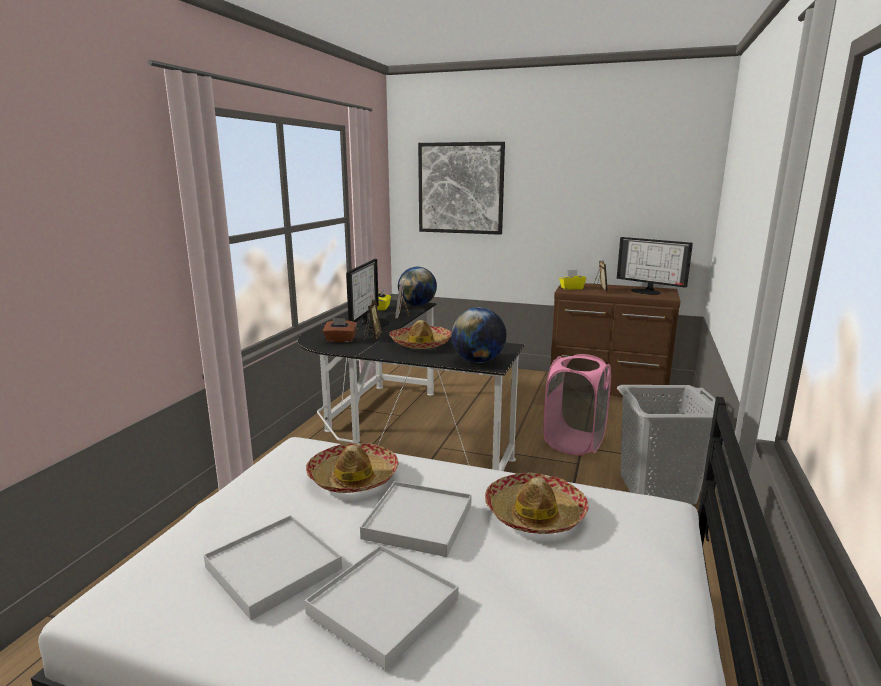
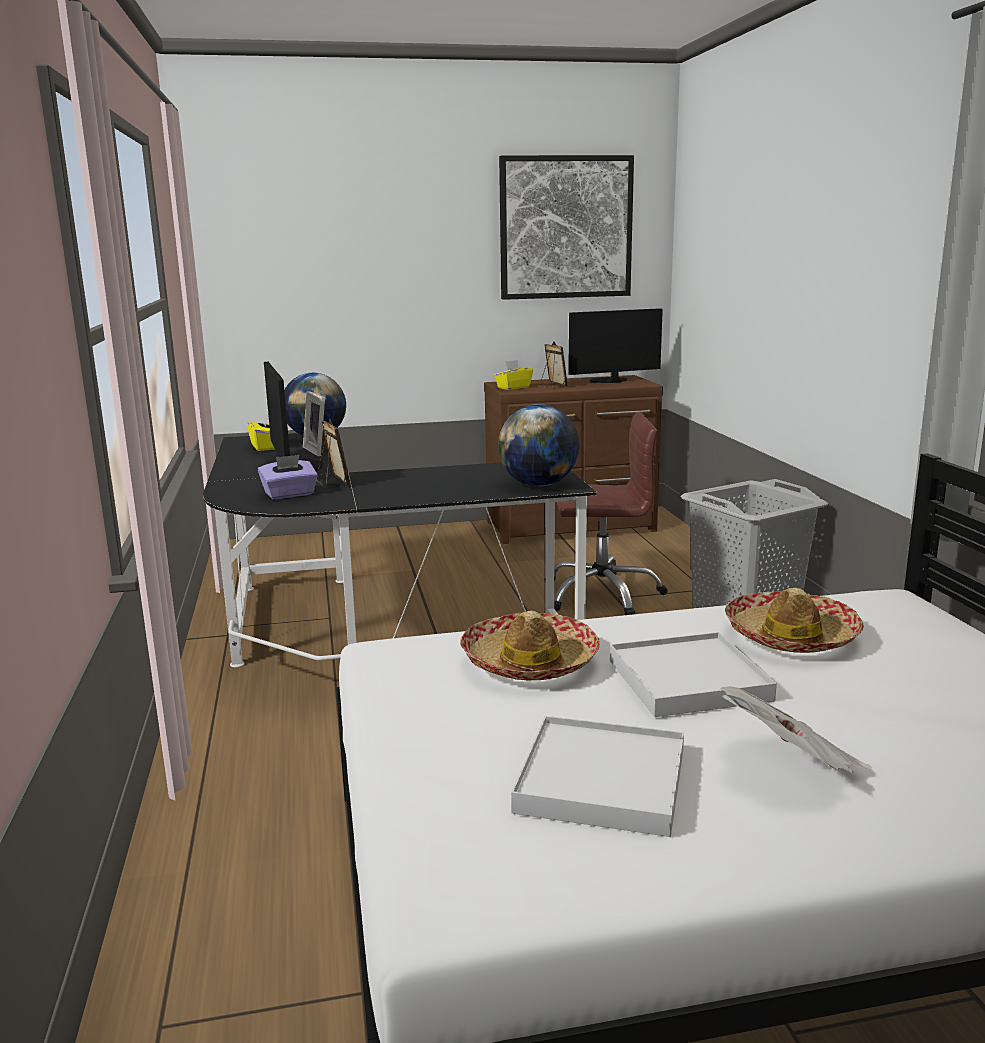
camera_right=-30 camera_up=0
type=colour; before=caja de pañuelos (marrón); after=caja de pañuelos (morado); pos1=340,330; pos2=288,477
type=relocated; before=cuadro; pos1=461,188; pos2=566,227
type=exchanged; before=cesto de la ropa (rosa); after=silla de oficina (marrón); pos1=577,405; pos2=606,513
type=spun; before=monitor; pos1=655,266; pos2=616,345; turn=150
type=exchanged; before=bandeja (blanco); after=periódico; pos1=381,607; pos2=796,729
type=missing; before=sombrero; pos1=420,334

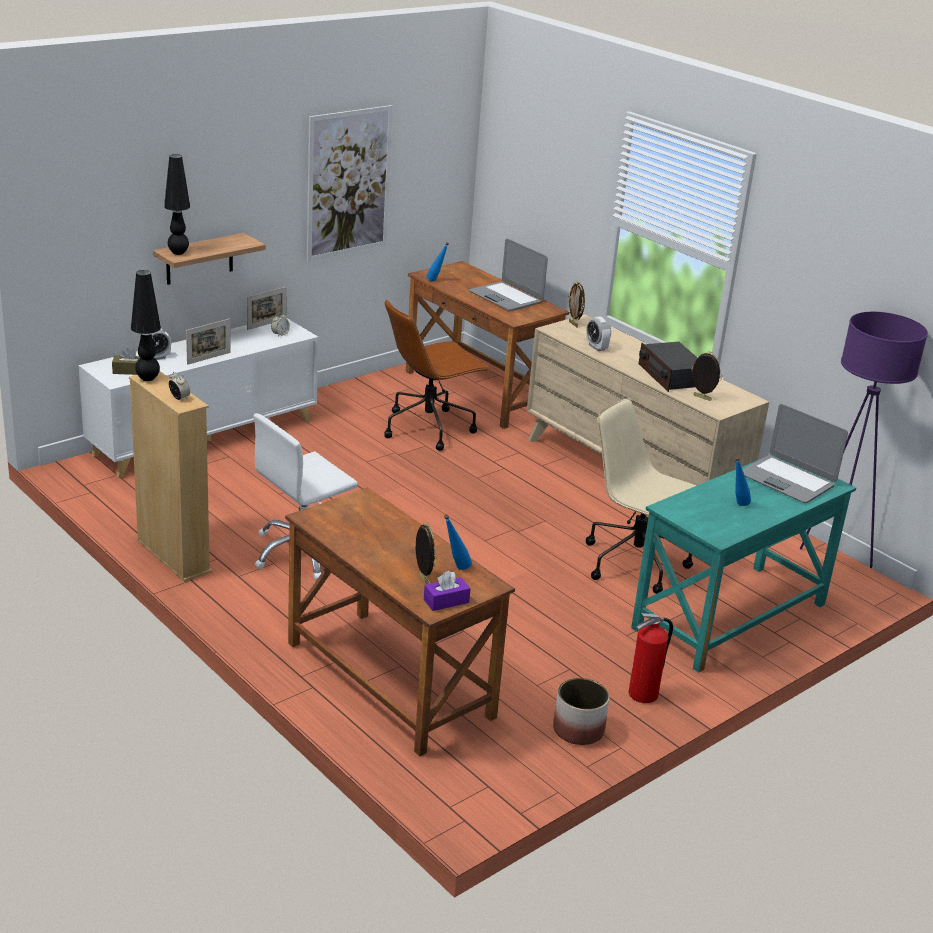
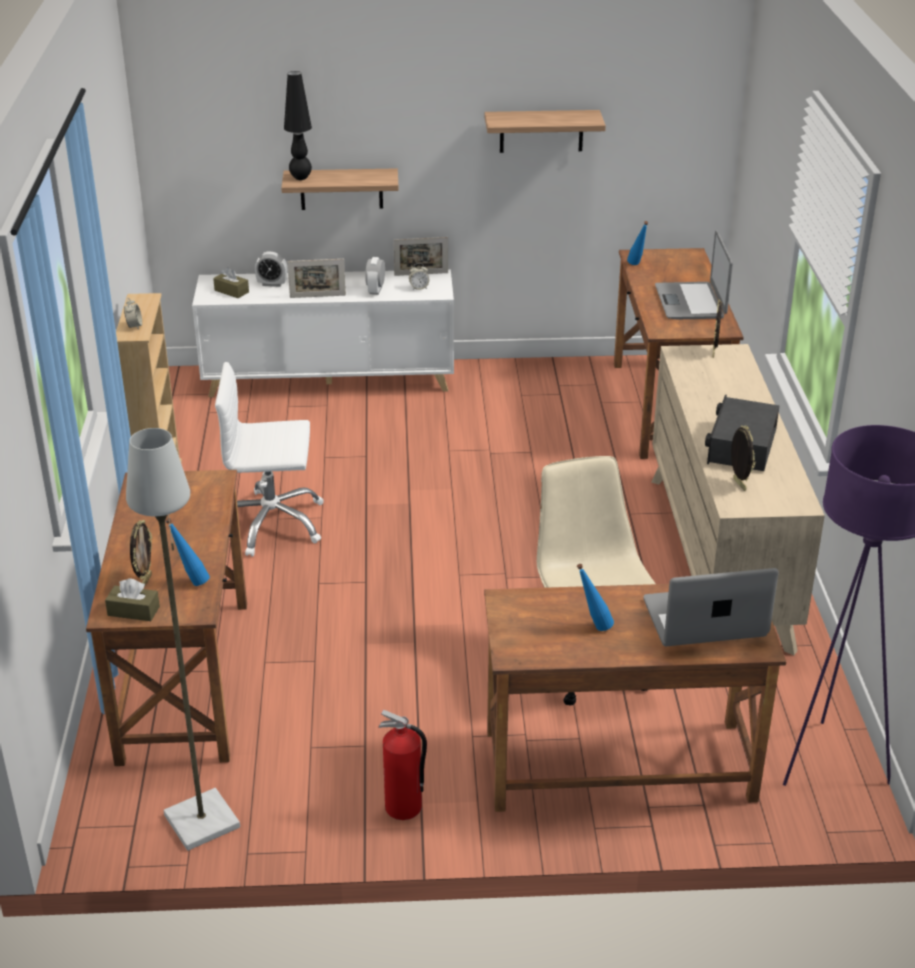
camera_right=40 camera_up=5
type=colour; before=caja de pañuelos (morado); after=caja de pañuelos (marrón); pos1=447,591; pos2=132,599
type=appeared; after=lámpara de pie (gris); pos2=183,639
type=relocated; before=despertador; pos1=598,334; pos2=375,276
type=exchanged; before=cuadro; after=estante; pos1=350,183; pos2=545,131
type=colour; before=escritorio (turquesa); after=escritorio (marrón); pos1=743,563; pos2=635,698
type=spun; before=portátil; pos1=795,453; pos2=711,607; turn=90
type=missing; before=lámpara de mesa (negro); pos1=146,325
type=missing; before=silla de oficina (marrón); pos1=437,375
type=missing; before=maceta; pos1=581,711

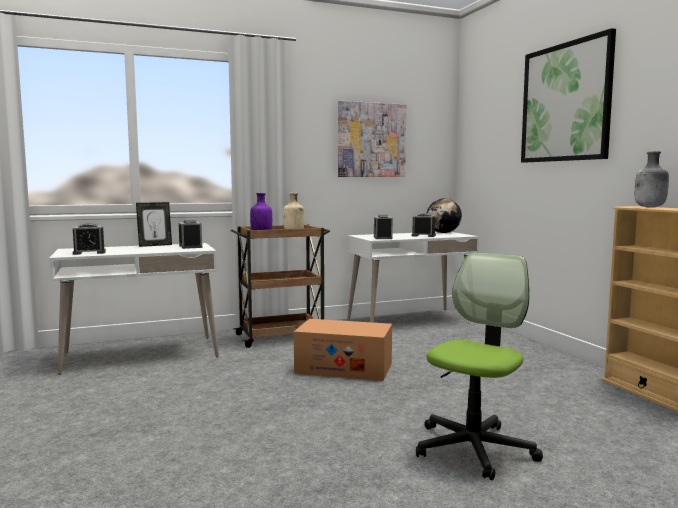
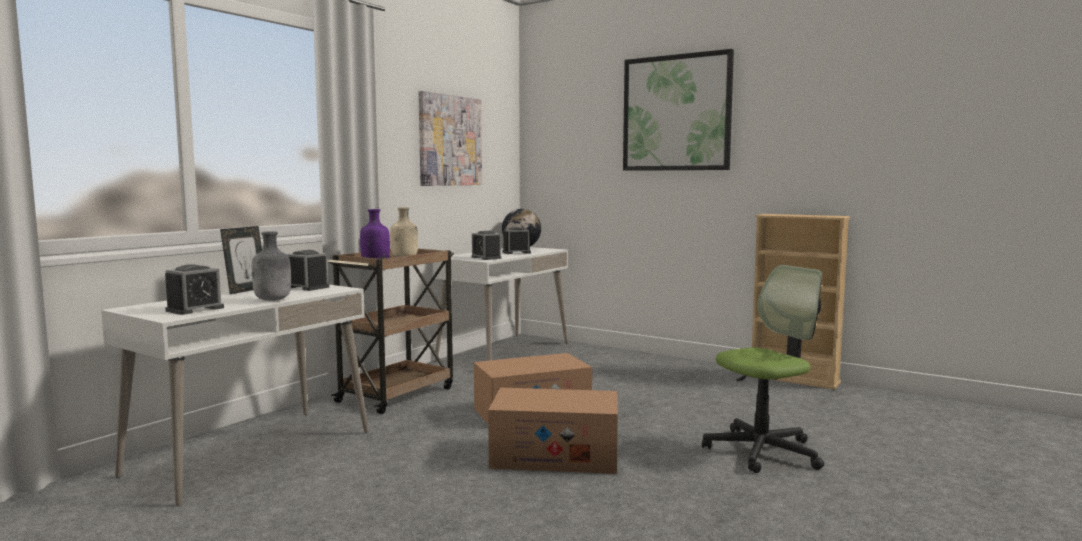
camera_right=-35 camera_up=0
type=relocated; before=botella (gris); pos1=652,179; pos2=271,266
type=appeared; after=caja de cartón; pos2=553,430
type=spun; before=silla de oficina; pos1=479,366; pos2=763,369; turn=60

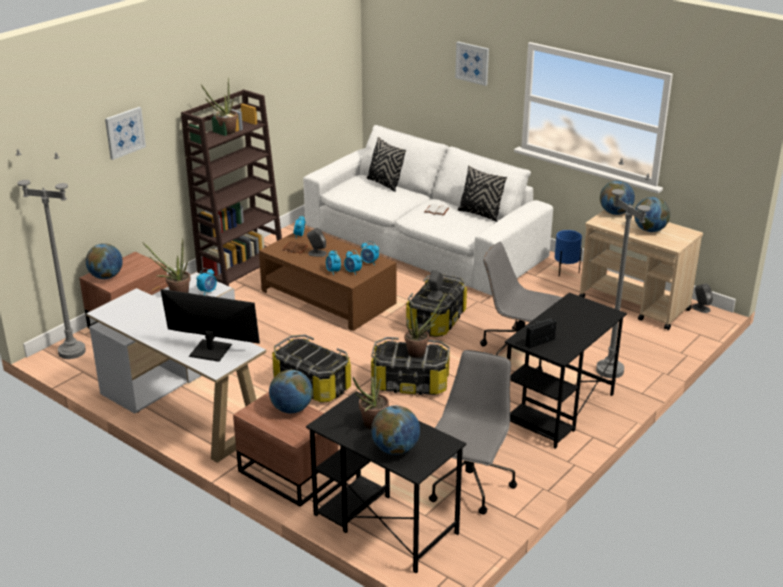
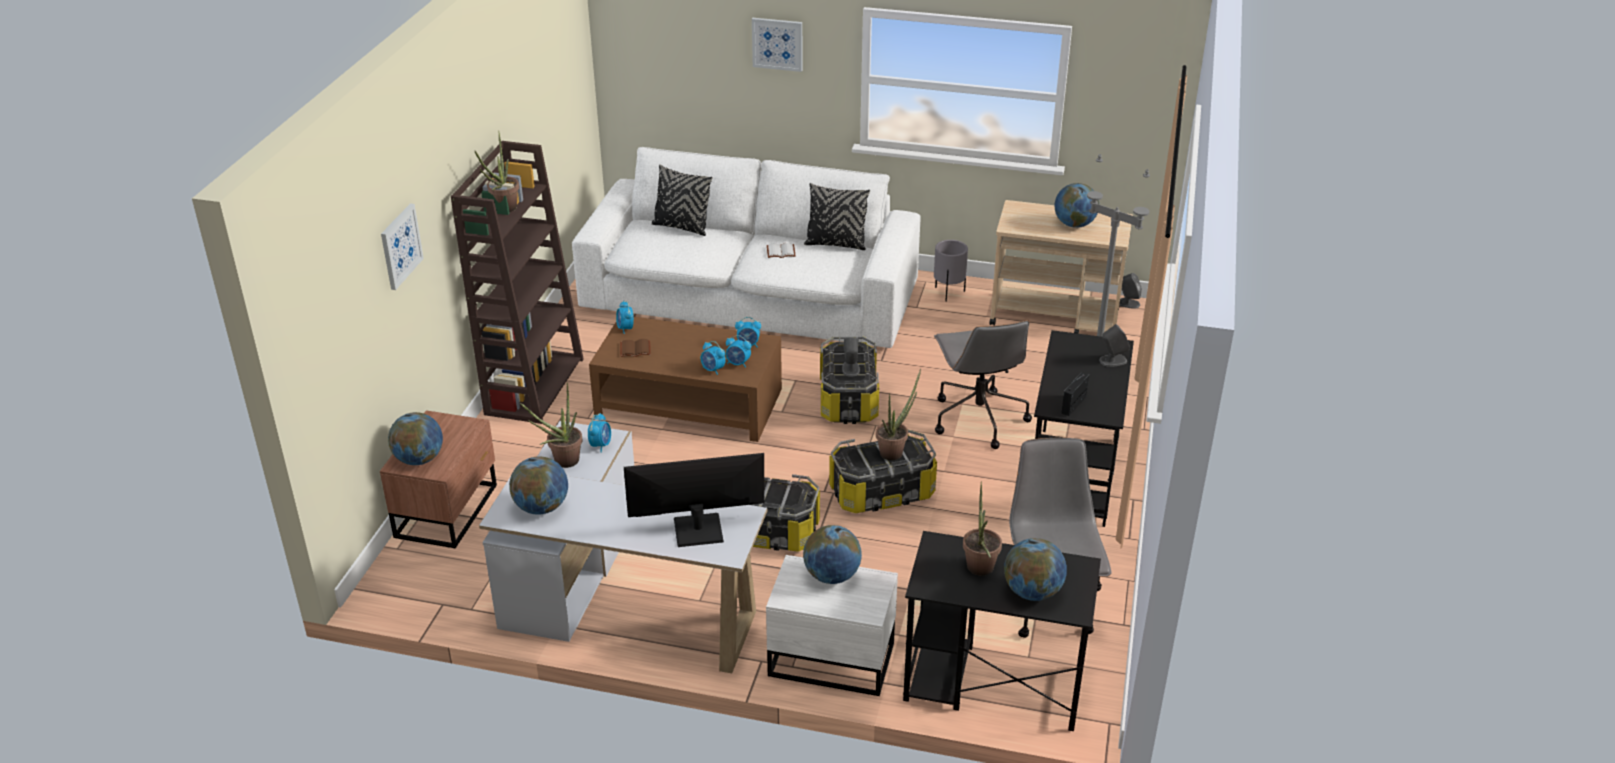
camera_right=-25 camera_up=5
type=relocated; before=globo terráqueo; pos1=617,198; pos2=538,485
type=colour; before=mesita de noche (marrón); after=mesita de noche (blanco); pos1=286,449; pos2=832,625
type=colour; before=maceta (azul); after=maceta (gris); pos1=568,253; pos2=951,271
type=spun; before=silla de oficina (gris); pos1=521,306; pos2=983,384; turn=-105
type=relocated; before=altavoz (gris); pos1=317,242; pos2=1114,345
type=missing; before=lámpara de pie (gris); pos1=51,254

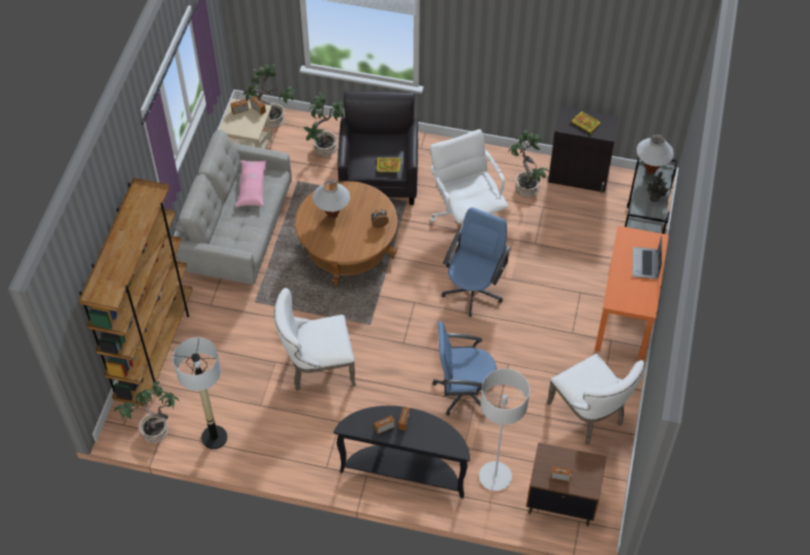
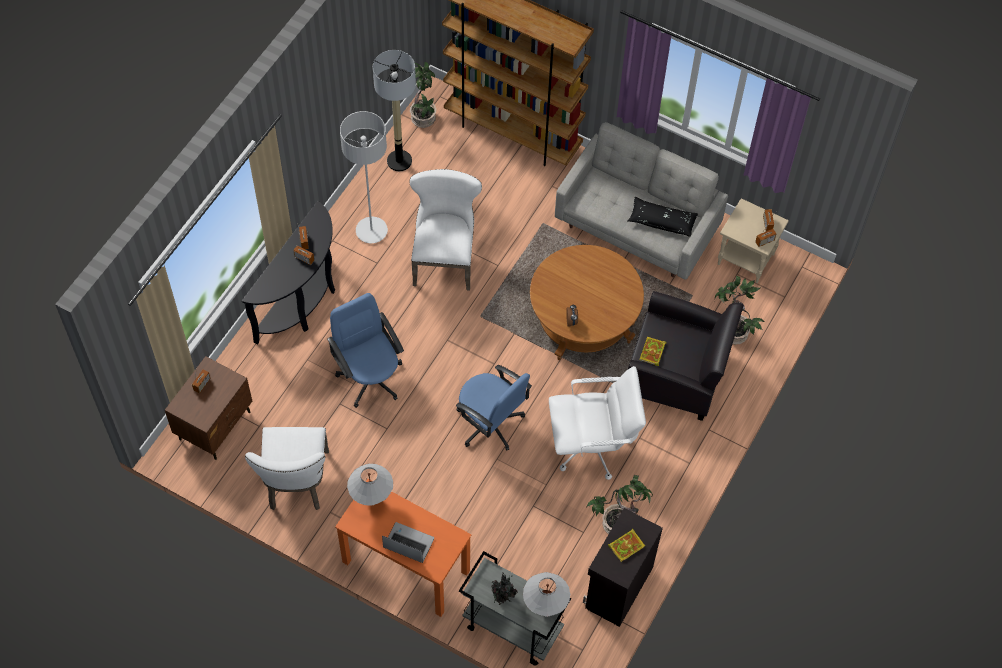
camera_right=105 camera_up=5
type=spun; before=silla (blanco); pos1=596,399; pos2=287,468; turn=-75
type=spun; before=silla de oficina (azul); pos1=464,368; pos2=365,350; turn=-45
type=relocated; before=lámpara de pie (gris); pos1=504,430; pos2=364,177
type=relocated; before=lámpara de mesa (blanco); pos1=331,199; pos2=370,484
type=colour; before=cojín (rosa); after=cojín (negro); pos1=251,183; pos2=662,217
type=missing; before=planta en maceta; pos1=269,95

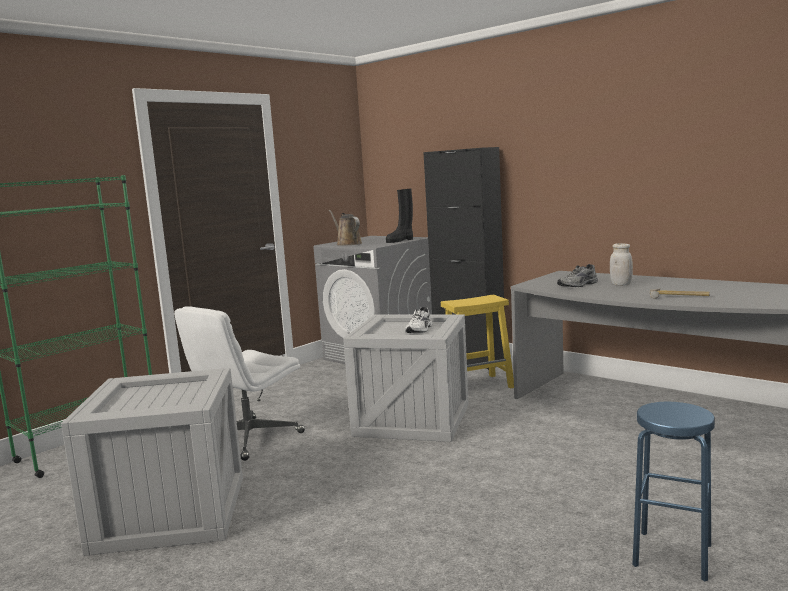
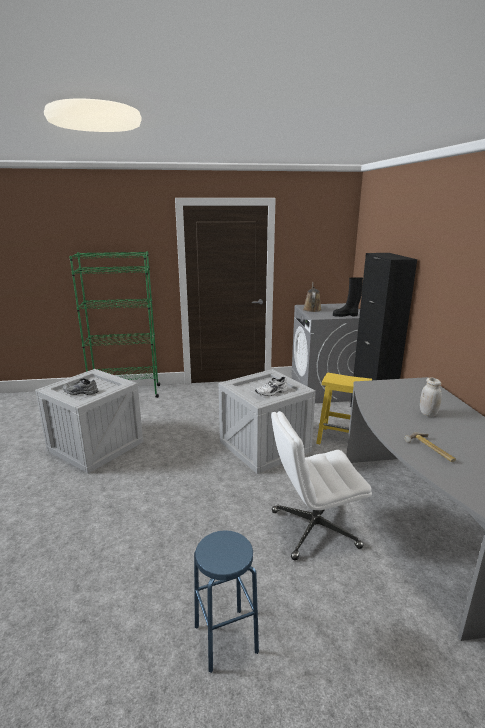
camera_right=40 camera_up=10
type=relocated; before=zapato (gris); pos1=577,275; pos2=80,386
type=relocated; before=silla de oficina (blanco); pos1=239,383; pos2=321,485

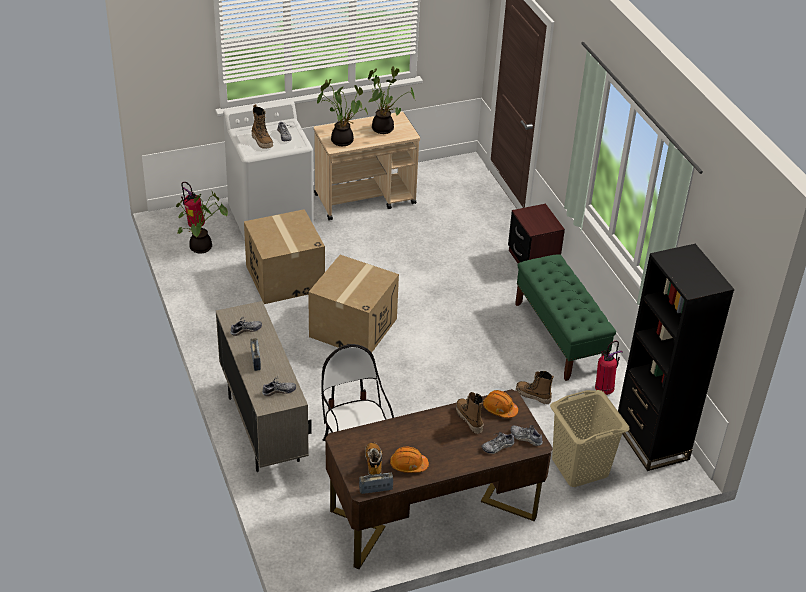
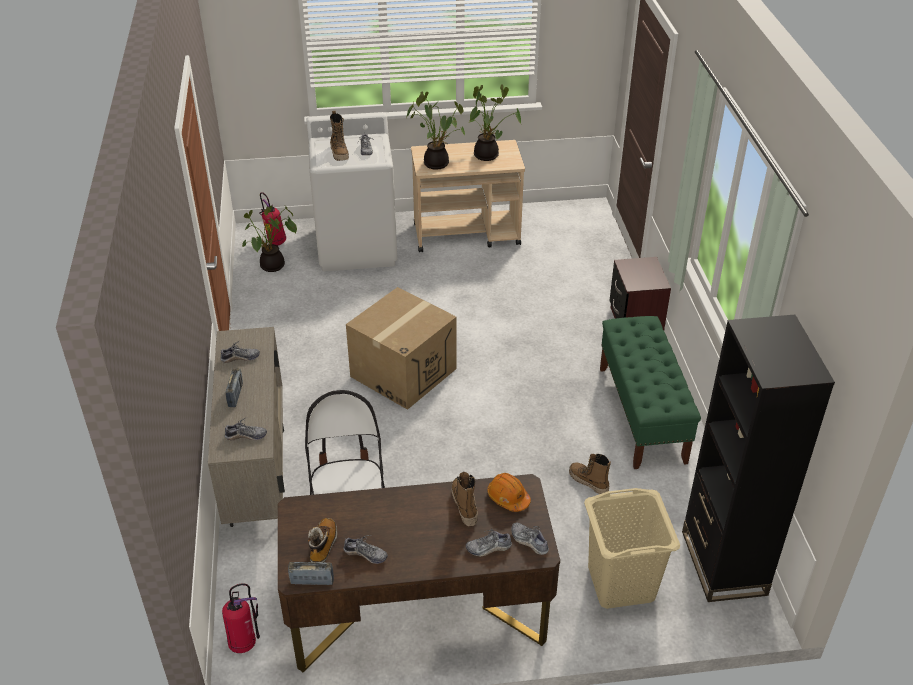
camera_right=15 camera_up=0
type=relocated; before=extintor; pos1=609,368; pos2=241,618
type=exchanged; before=casco (naranja); after=zapato; pos1=409,460; pos2=366,549
type=missing; before=caja de cartón; pos1=284,256

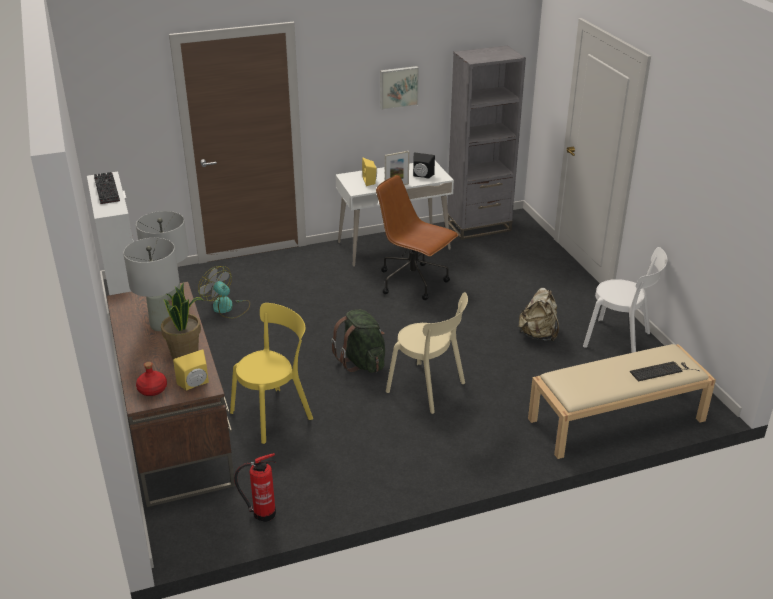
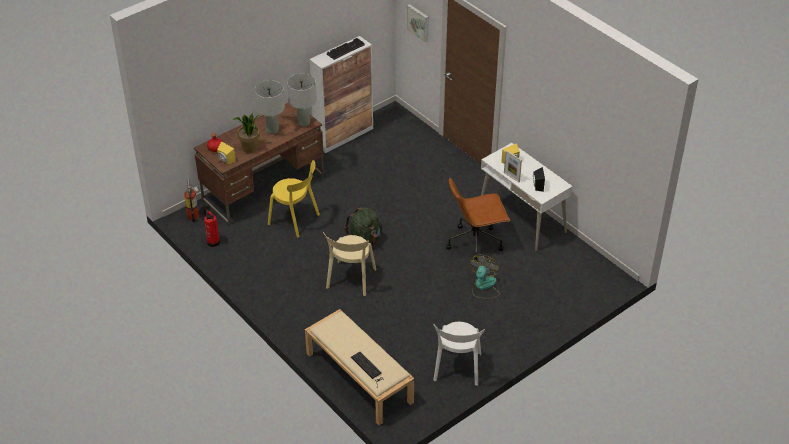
camera_right=70 camera_up=10
type=appeared; after=extintor; pos2=191,200
type=relocated; before=cuadro; pos1=399,88; pos2=418,23
type=spun; before=silla de oficina (marrón); pos1=417,237; pos2=478,220; turn=-120
type=relocated; before=ventilador; pos1=224,292; pos2=484,277
type=missing; before=estantería (gris); pos1=486,142
type=missing; before=mochila (beis); pos1=538,315

